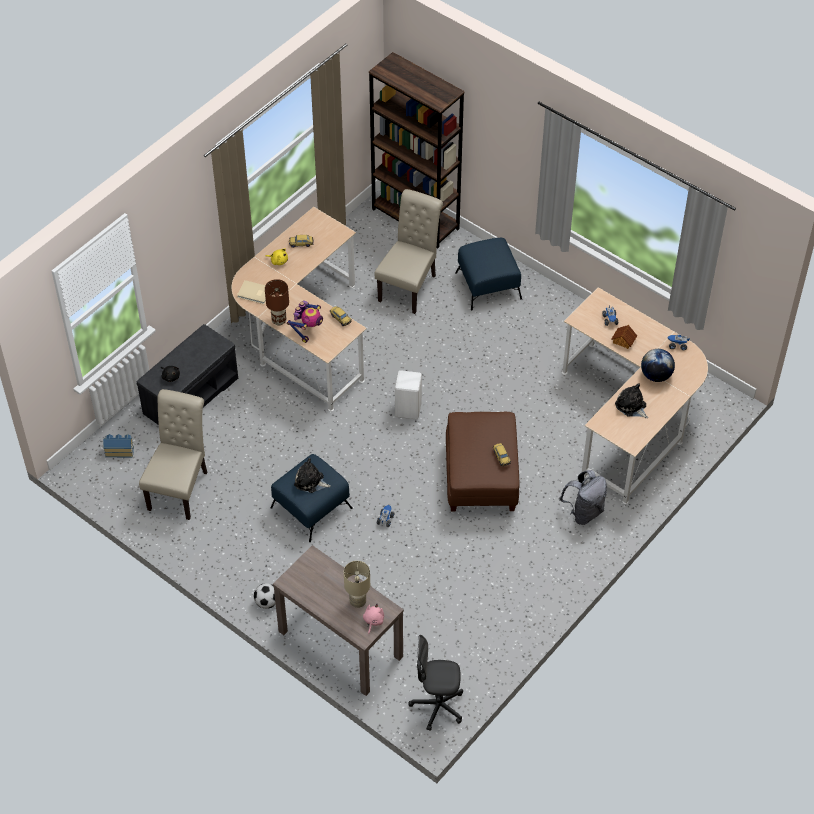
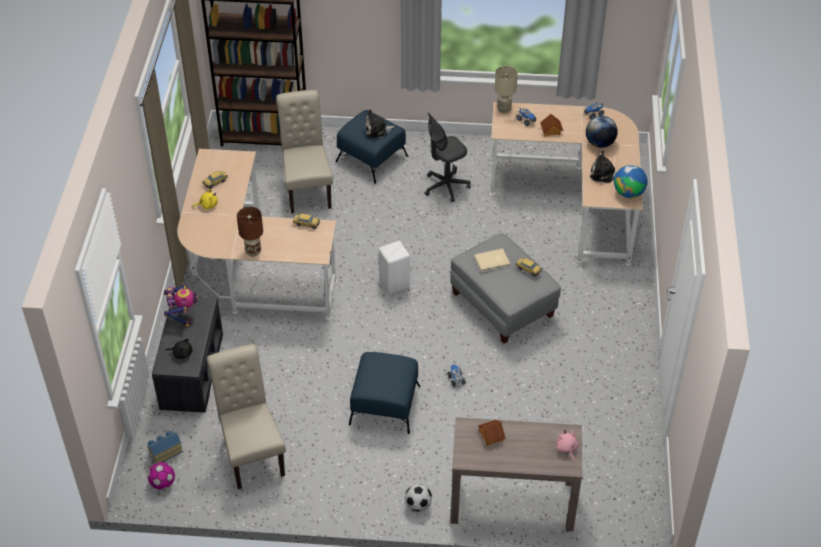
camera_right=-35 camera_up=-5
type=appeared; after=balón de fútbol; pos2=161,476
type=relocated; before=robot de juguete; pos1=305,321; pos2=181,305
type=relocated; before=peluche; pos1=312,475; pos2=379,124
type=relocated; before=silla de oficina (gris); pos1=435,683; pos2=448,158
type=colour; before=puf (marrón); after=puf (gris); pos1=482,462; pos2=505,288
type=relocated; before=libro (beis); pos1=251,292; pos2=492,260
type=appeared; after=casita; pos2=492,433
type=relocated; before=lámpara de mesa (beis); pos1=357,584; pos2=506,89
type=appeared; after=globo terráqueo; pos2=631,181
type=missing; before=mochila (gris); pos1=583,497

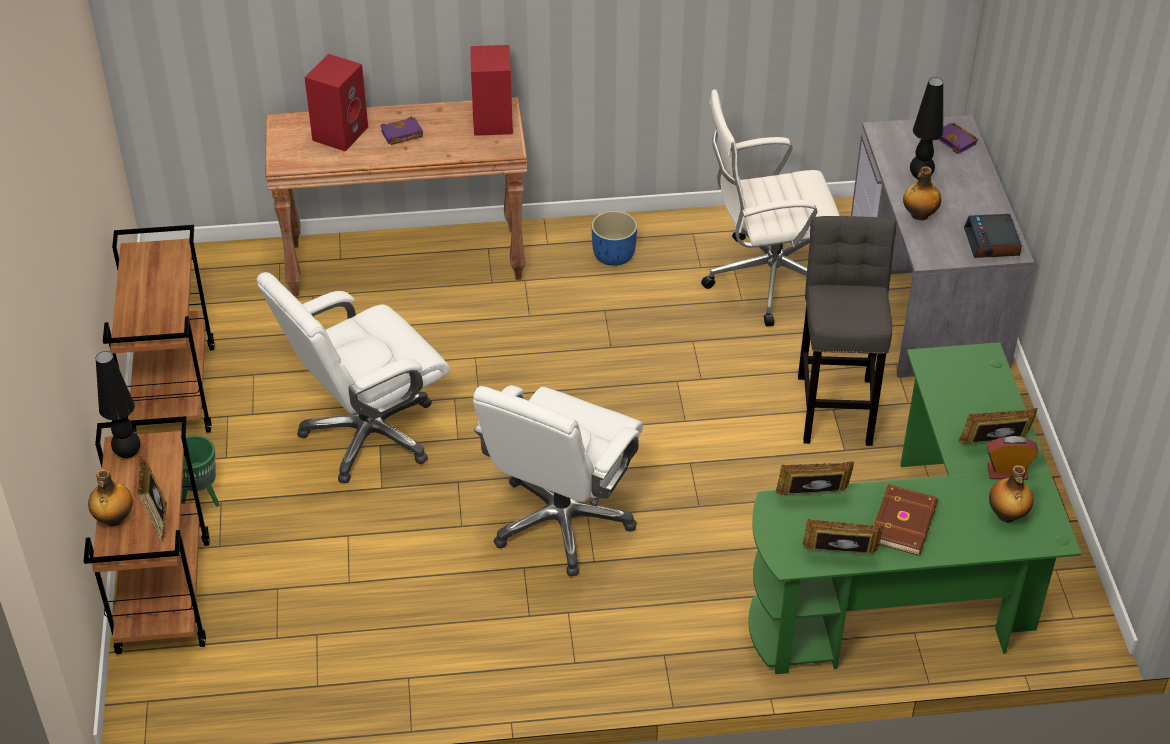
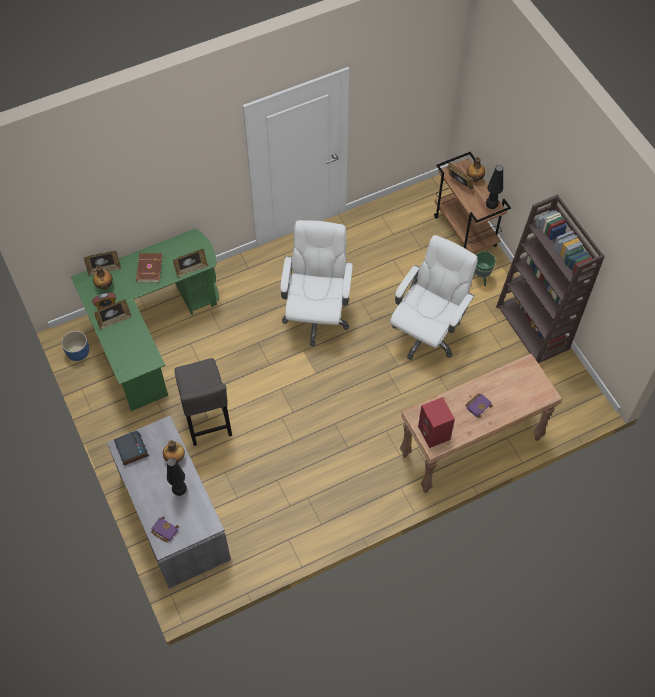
camera_right=160 camera_up=15
type=relocated; before=maceta (azul); pos1=614,238; pos2=75,346
type=relocated; before=portarretratos; pos1=843,536; pos2=102,263
type=exchanged; before=carrito (marrón); after=estantería (marrón); pos1=159,329; pos2=550,279
type=missing; before=altavoz (rojo); pos1=336,103
type=missing; before=silla de oficina (blanco); pos1=770,208

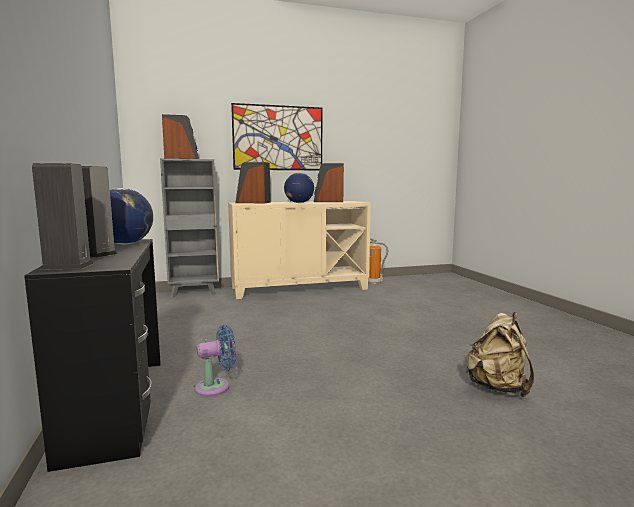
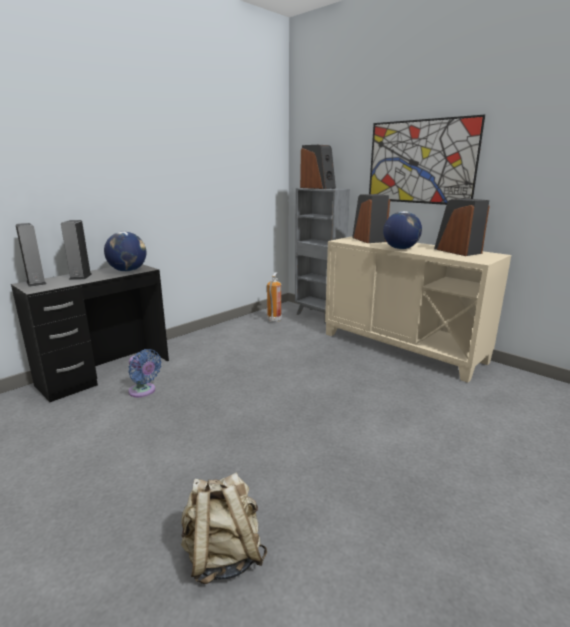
camera_right=60 camera_up=10
type=relocated; before=extintor; pos1=378,261; pos2=274,297

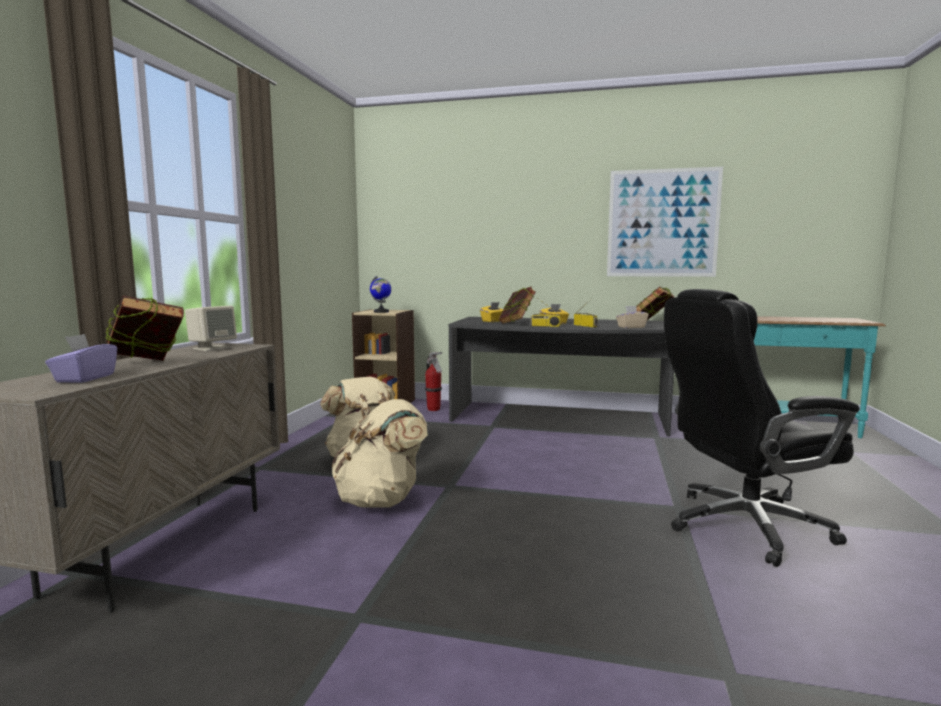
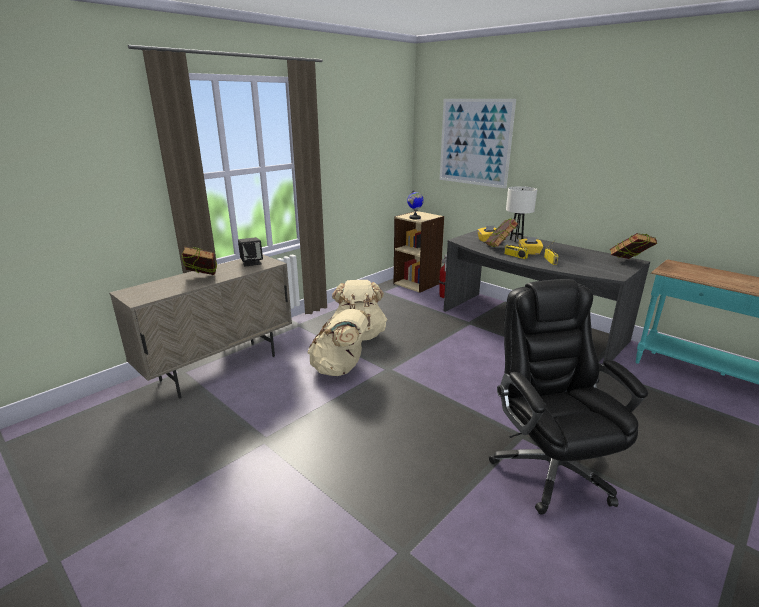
camera_right=30 camera_up=15
type=colour; before=altavoz (beis); after=altavoz (negro); pos1=211,328; pos2=250,252
type=relocated; before=cuadro; pos1=665,222; pos2=478,144
type=spun; before=silla de oficina (negro); pos1=762,428; pos2=568,397; turn=60
type=appeared; after=lámpara de mesa (blanco); pos2=521,214
type=missing; before=caja de pañuelos (morado); pos1=81,358
type=missing; before=caja de pañuelos (beis); pos1=632,317

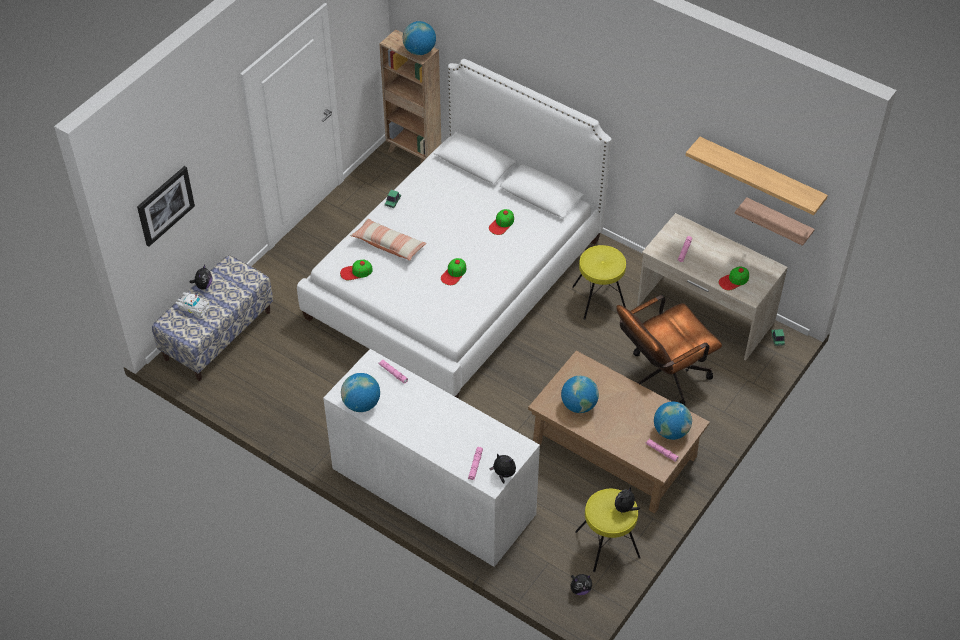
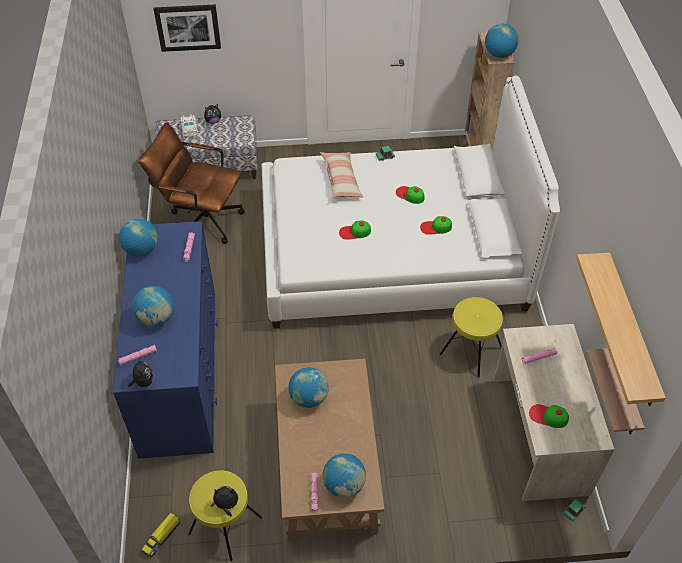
camera_right=50 camera_up=0
type=colour; before=cómoda (blanco); after=cómoda (azul); pos1=431,458; pos2=165,340
type=appeared; after=globo terráqueo; pos2=153,306
type=relocated; before=silla de oficina (marrón); pos1=669,350; pos2=192,183
type=exchanged; before=peluche; after=camión de juguete; pos1=581,584; pos2=161,535
type=relocated; before=gorra; pos1=356,270; pos2=410,195

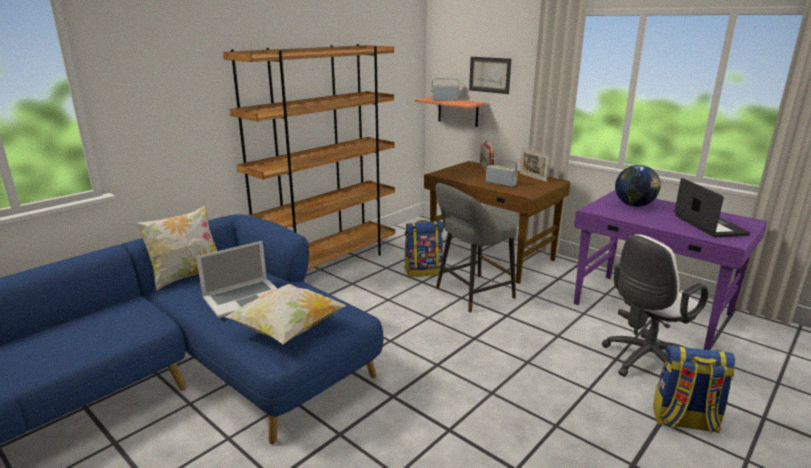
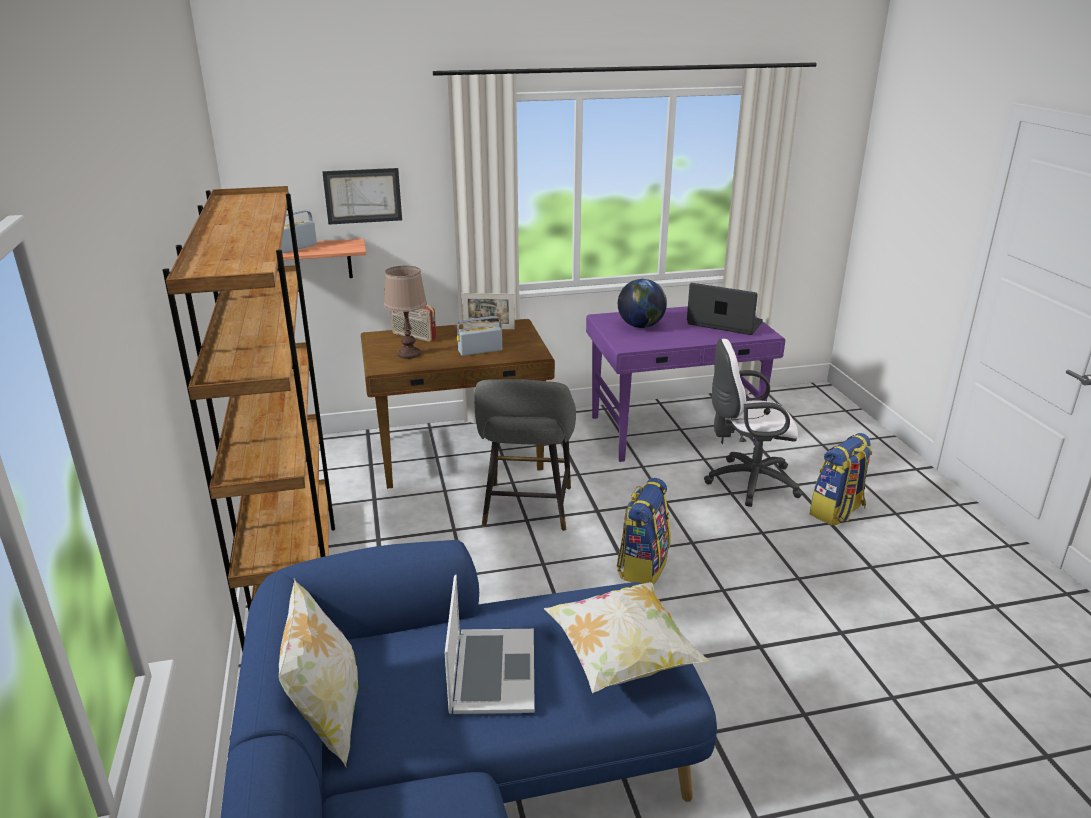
camera_right=-55 camera_up=5
type=appeared; after=lámpara de mesa (marrón); pos2=405,312
type=relocated; before=mochila; pos1=424,248; pos2=644,531
type=spun; before=silla de oficina (blanco); pos1=655,305; pos2=753,423; turn=90

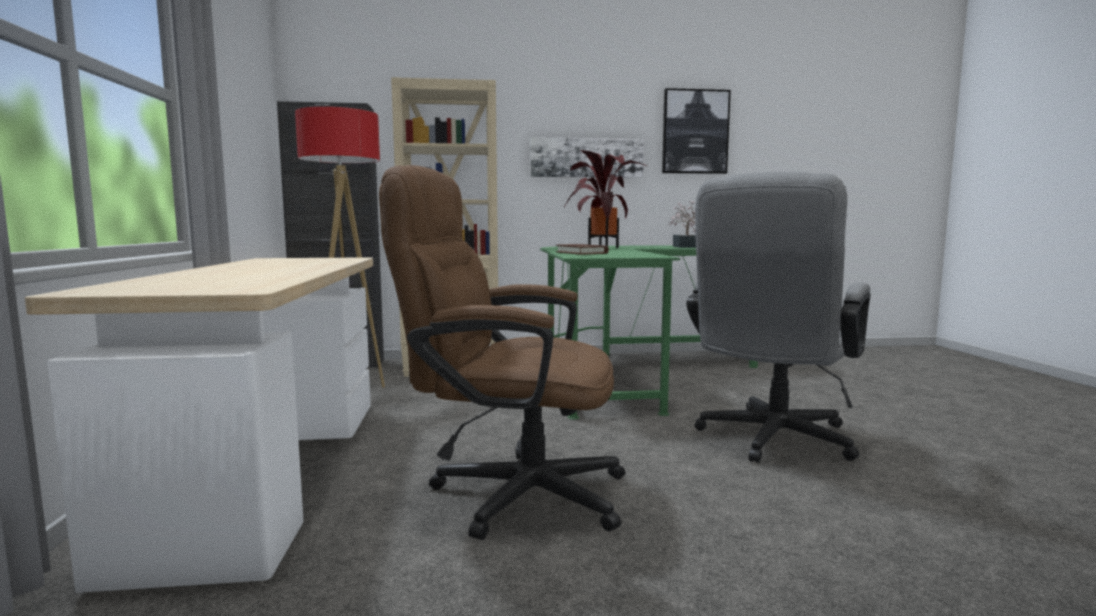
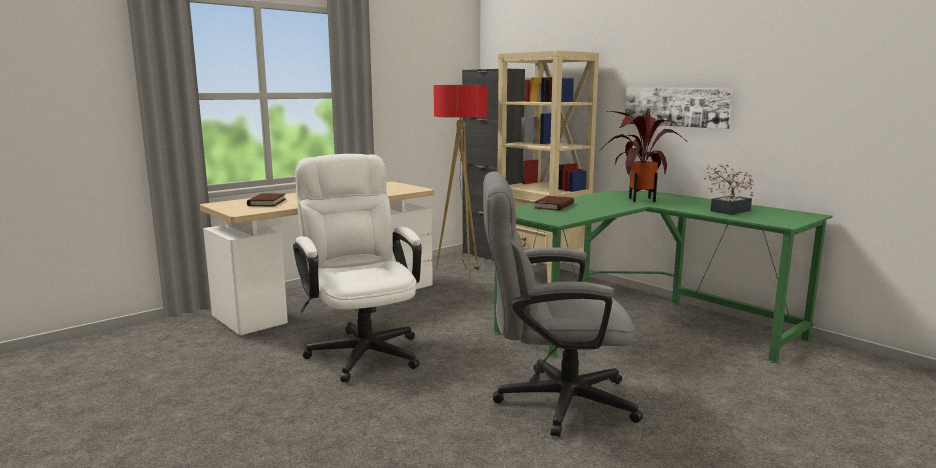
camera_right=55 camera_up=5
type=appeared; after=libro (marrón); pos2=266,199
type=colour; before=silla de oficina (marrón); after=silla de oficina (blanco); pos1=502,352; pos2=357,268
type=missing; before=cuadro; pos1=696,131

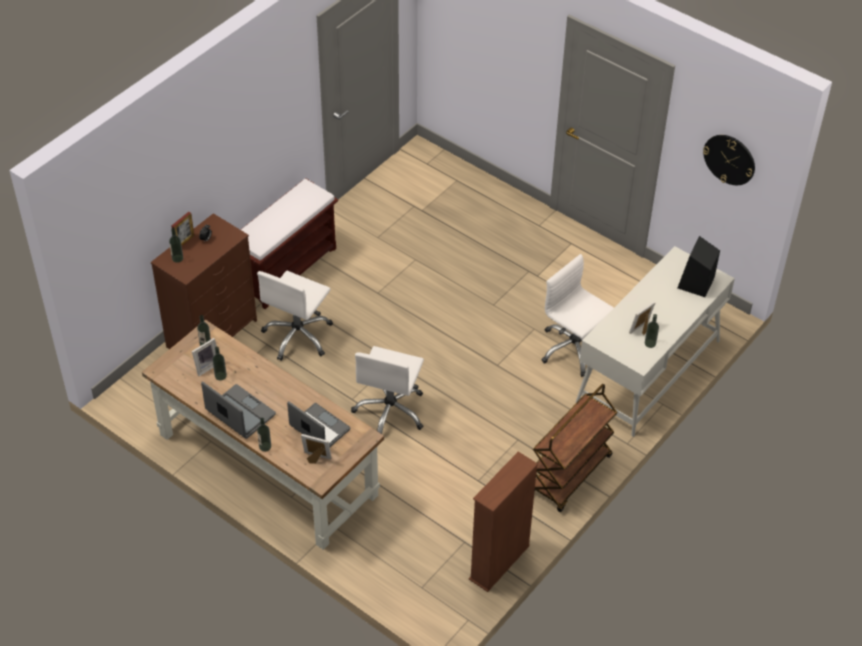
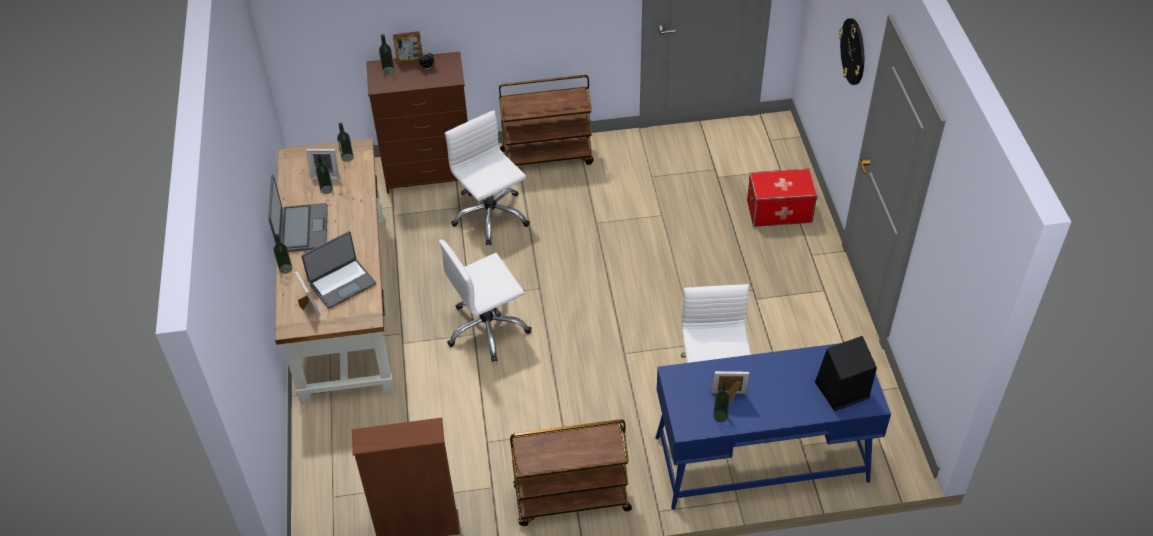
camera_right=45 camera_up=0
type=spun; before=portátil; pos1=318,424; pos2=338,270; turn=60
type=spun; before=silla de oficina (blanco); pos1=295,315; pos2=487,177; turn=75
type=exchanged; before=banco (marrón); after=carrito (marrón); pos1=289,243; pos2=546,120
type=colour; before=escritorio (blanco); after=escritorio (azul); pos1=655,341; pos2=773,426
type=appeared; after=caja de almacenaje; pos2=782,198
type=relocated; before=reloj de pared; pos1=729,160; pos2=851,51

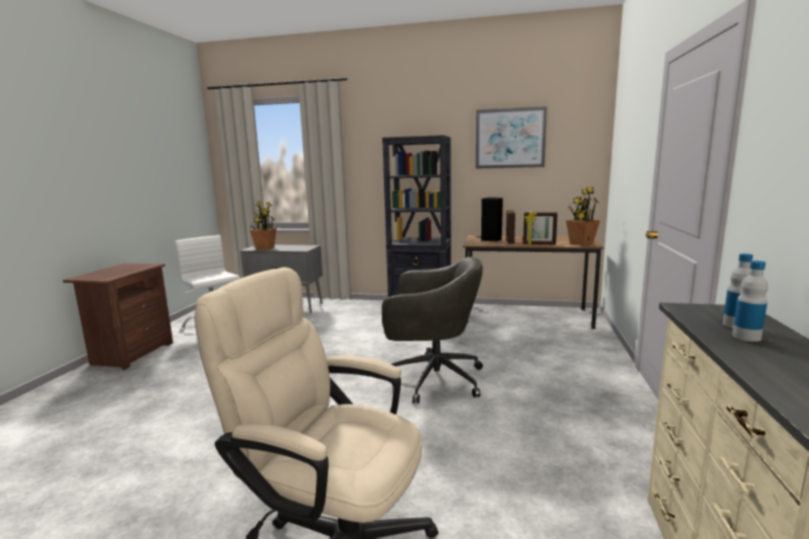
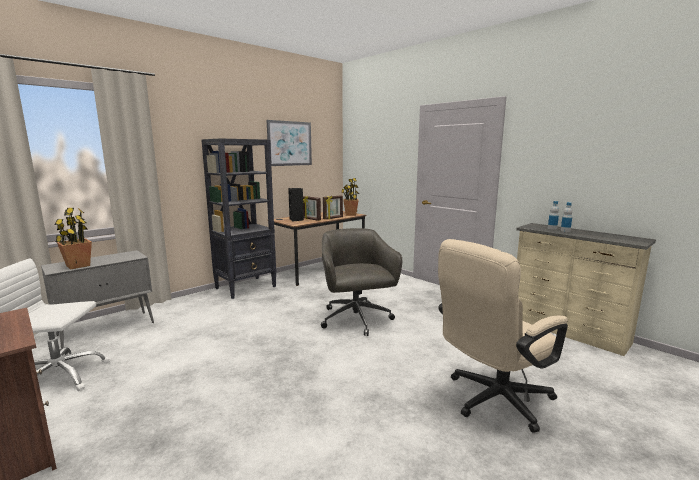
camera_right=-55 camera_up=0
type=spun; before=silla de oficina (gris); pos1=432,330; pos2=361,282; turn=-60

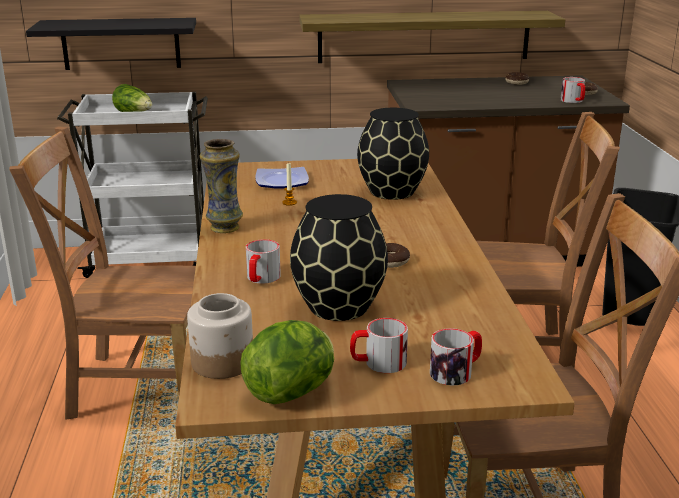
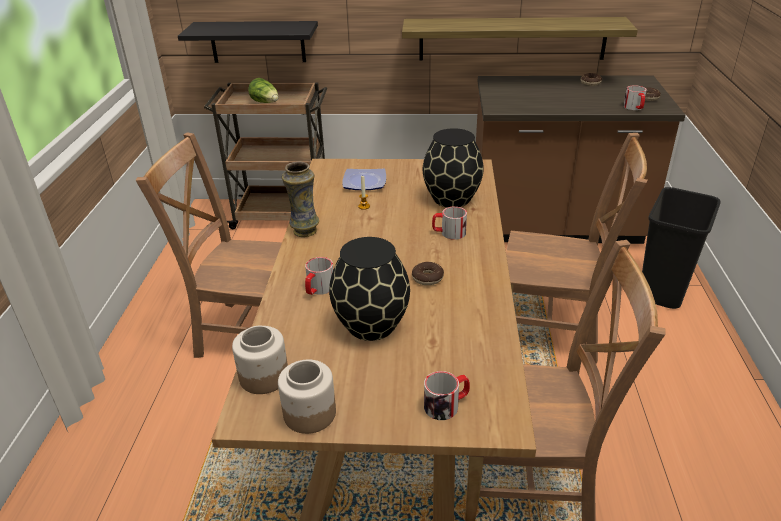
camera_right=10 camera_up=10
type=colour; before=carrito (blanco); after=carrito (marrón); pos1=132,185; pos2=265,155
type=exchanged; before=lechuga; after=tarro; pos1=287,362; pos2=307,397
type=relocated; before=taza grande; pos1=379,345; pos2=449,223

